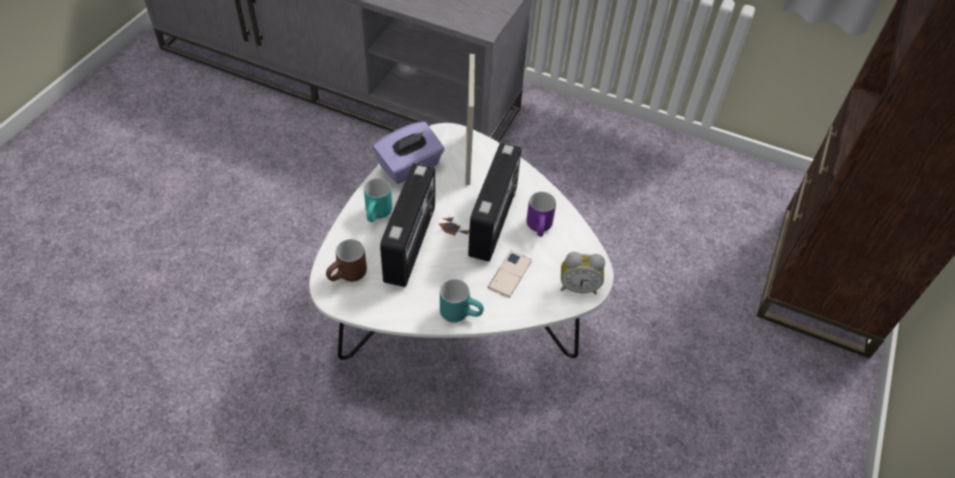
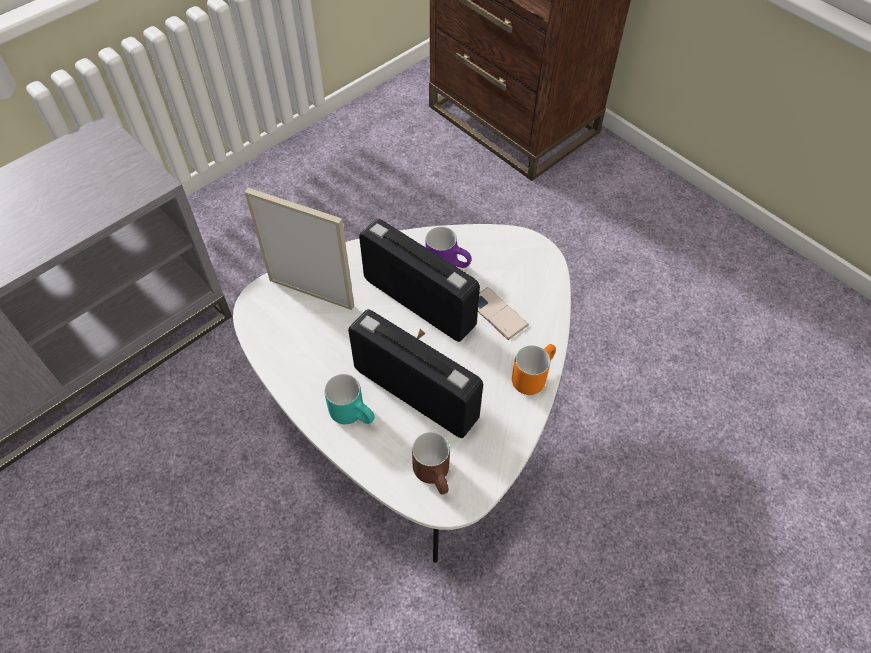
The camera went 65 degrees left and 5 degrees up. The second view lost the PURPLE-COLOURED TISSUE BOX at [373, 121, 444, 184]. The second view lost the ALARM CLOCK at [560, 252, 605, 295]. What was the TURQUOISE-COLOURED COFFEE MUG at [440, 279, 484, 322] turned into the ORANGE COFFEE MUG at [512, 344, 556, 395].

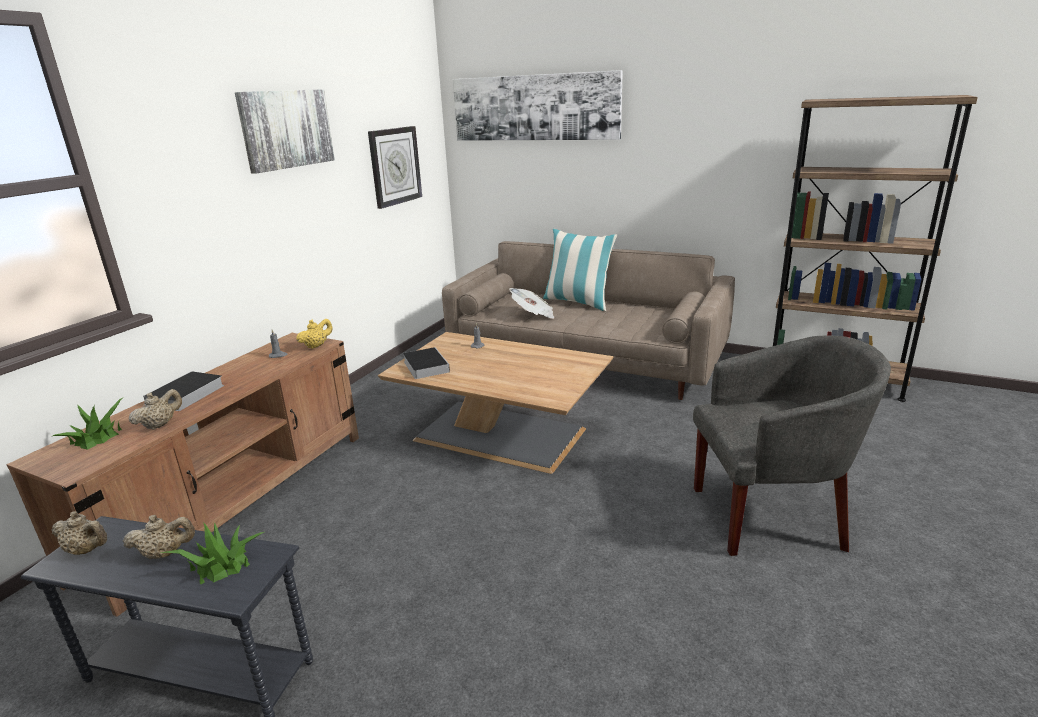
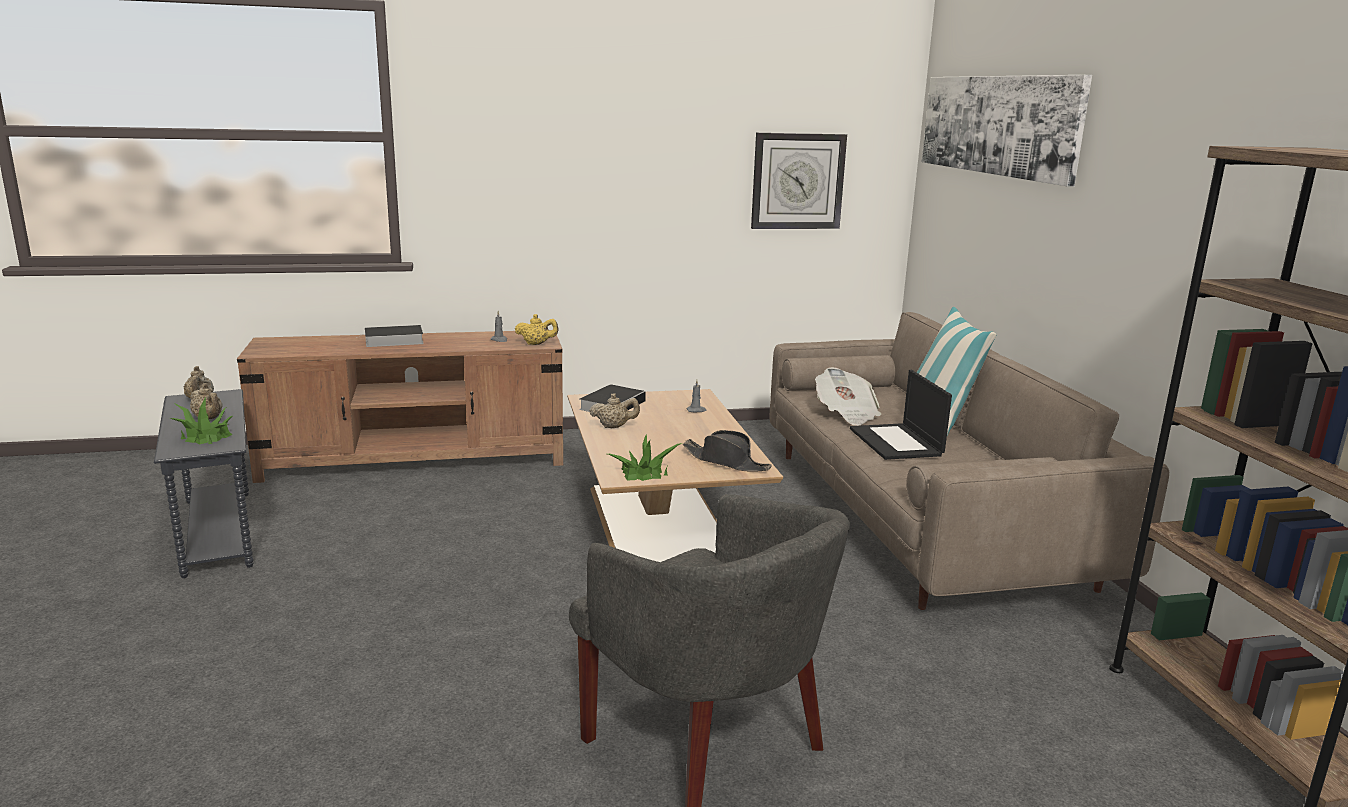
The camera went 50 degrees right and 5 degrees down. The second view lost the WALL PICTURE at [235, 89, 335, 173]. The BEIGE TEAPOT ended up elsewhere, having gone from [129, 389, 182, 430] to [589, 393, 640, 428]. The PLANT IN A POT ended up elsewhere, having gone from [51, 398, 122, 450] to [608, 434, 682, 481]. The second view gained the NOTEBOOK COMPUTER at [850, 370, 952, 460]. The second view gained the BLACK HAT at [683, 430, 772, 472].

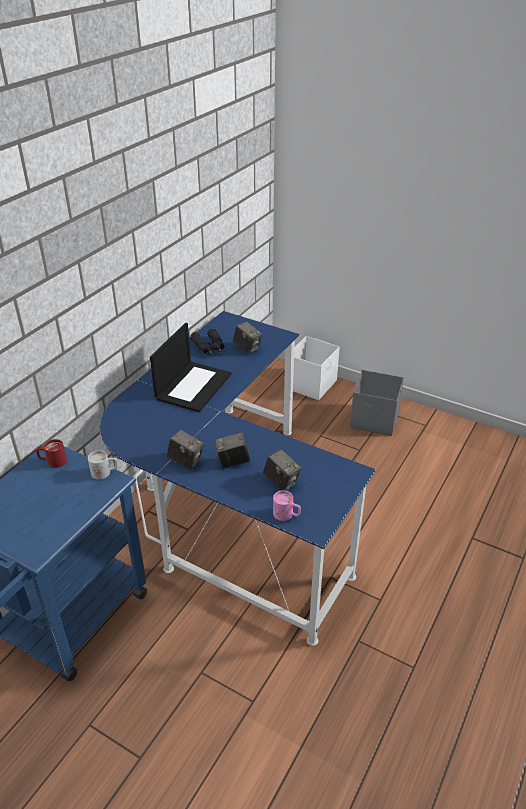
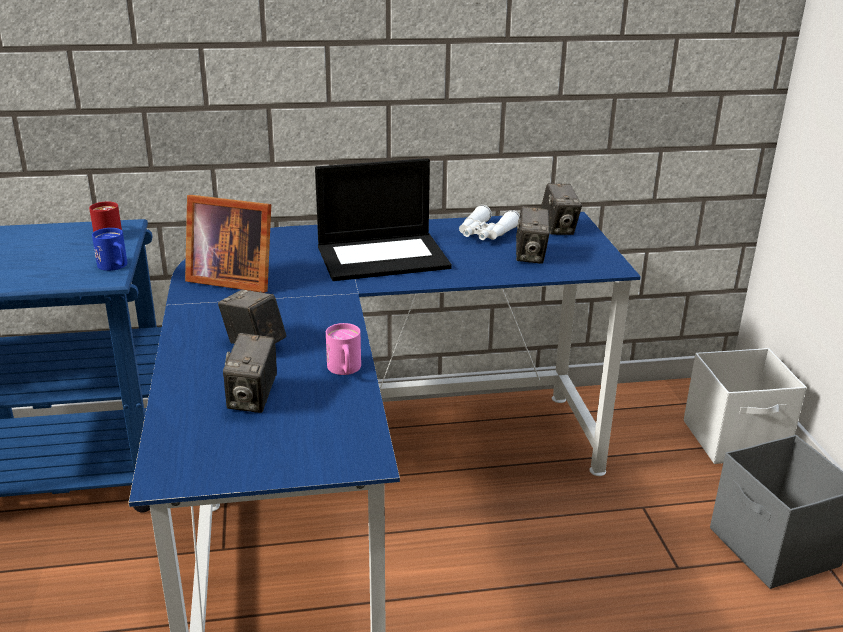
The camera went 50 degrees right and 10 degrees down. What was the BLACK PAIR OF BINOCULARS at [190, 328, 225, 354] turned into the WHITE-COLOURED PAIR OF BINOCULARS at [459, 205, 520, 240]. The PHOTO CAMERA ended up elsewhere, having gone from [167, 430, 204, 470] to [541, 183, 582, 235]. What was the WHITE-COLOURED COFFEE MUG at [88, 450, 118, 480] turned into the BLUE-COLOURED COFFEE MUG at [92, 228, 127, 271]. The PINK-COLOURED COFFEE MUG ended up elsewhere, having gone from [273, 490, 301, 521] to [326, 323, 361, 375]. The second view gained the PHOTO FRAME at [185, 195, 271, 293].

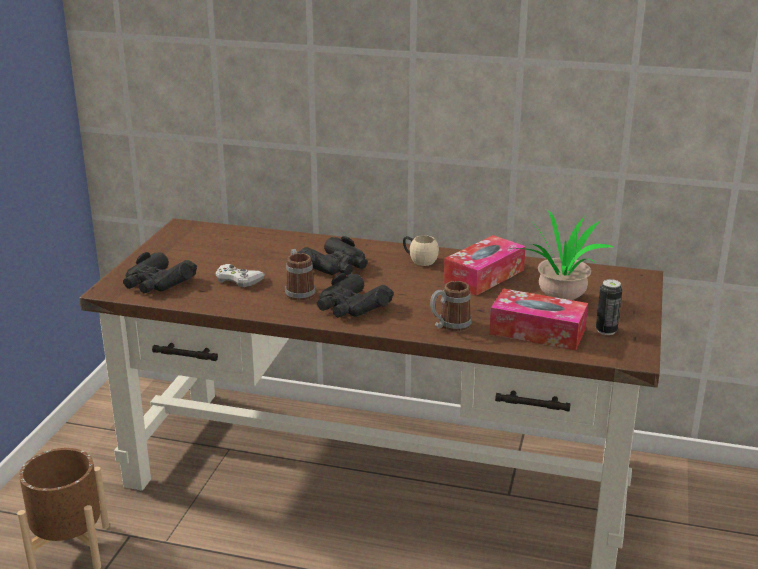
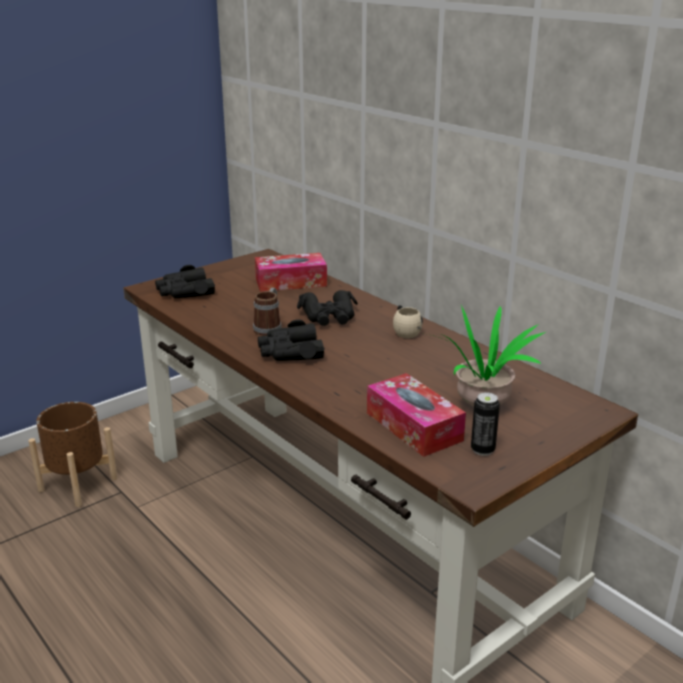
The camera went 35 degrees right and 0 degrees up. The TISSUE BOX ended up elsewhere, having gone from [444, 235, 526, 296] to [255, 253, 327, 292]. The second view lost the WHITE-COLOURED GAMEPAD at [216, 264, 265, 287]. The second view lost the COFFEE MUG at [430, 281, 472, 332].

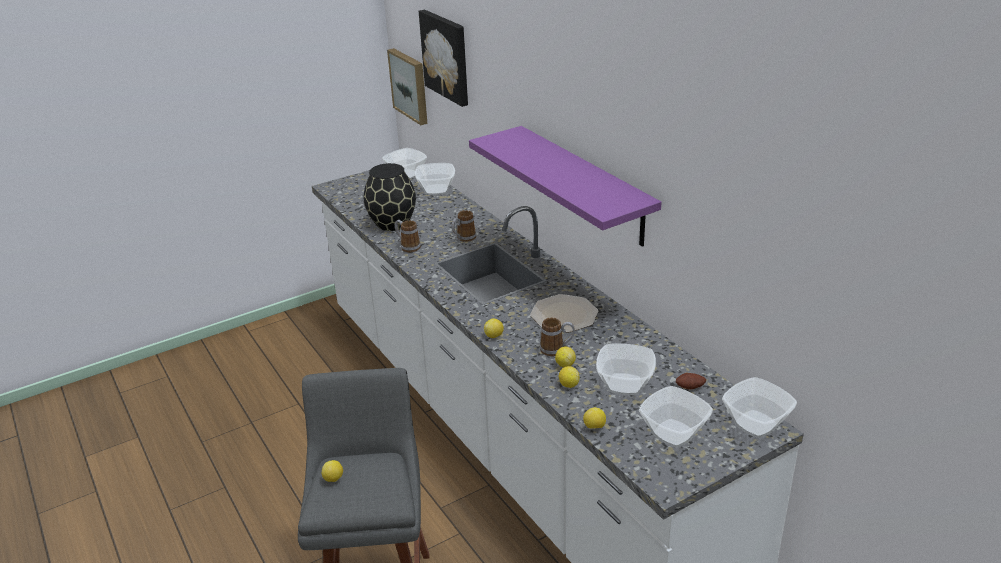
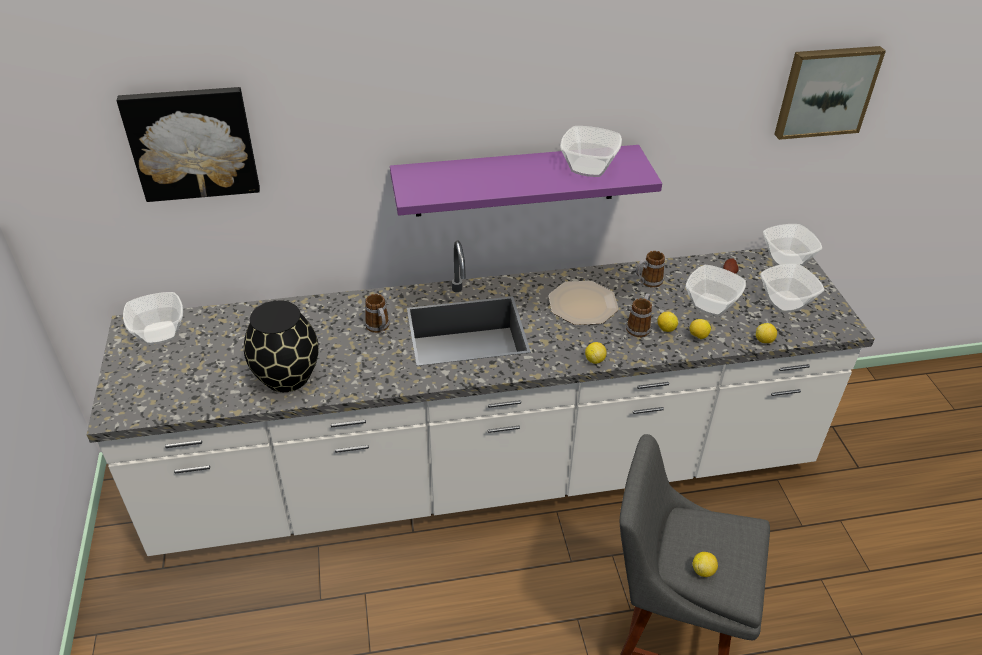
The camera went 70 degrees left and 10 degrees up. The WALL PICTURE ended up elsewhere, having gone from [387, 48, 427, 125] to [774, 46, 886, 140]. The DEEP DISH ended up elsewhere, having gone from [415, 163, 455, 195] to [560, 126, 622, 177]. The COFFEE MUG ended up elsewhere, having gone from [395, 220, 421, 252] to [636, 251, 665, 288].

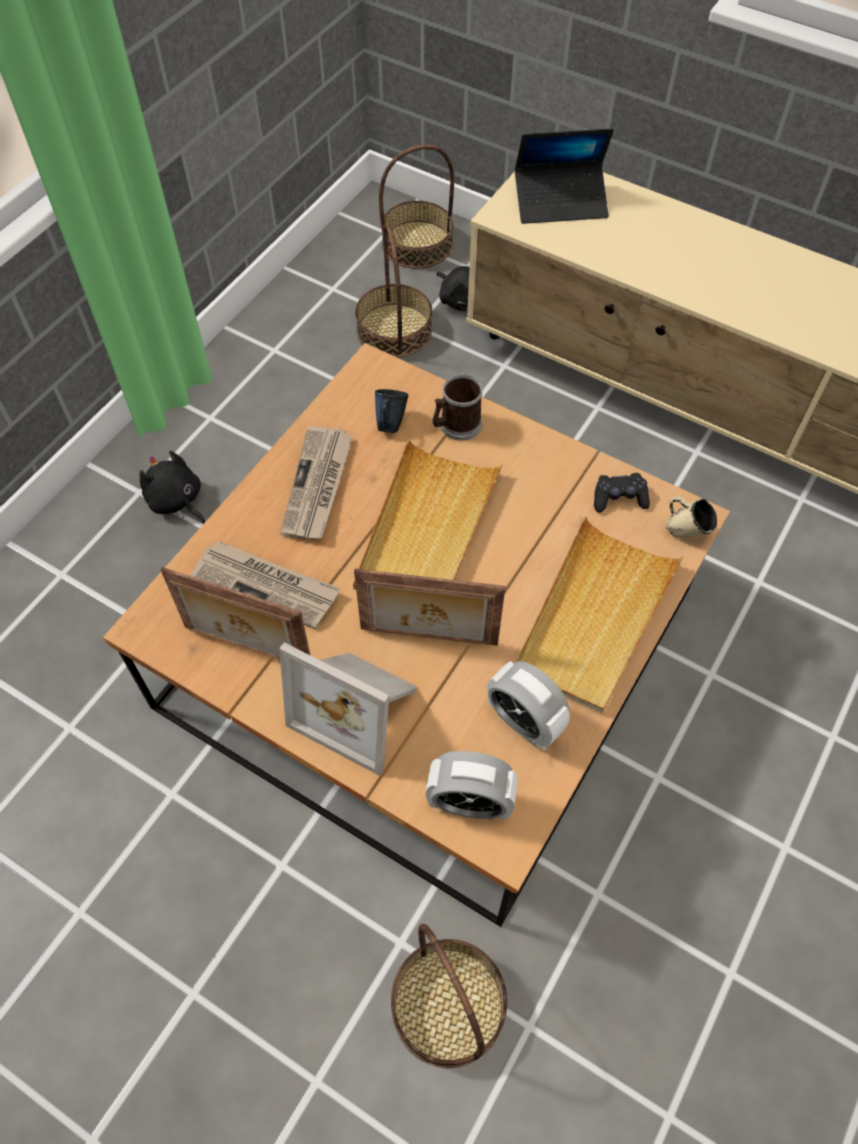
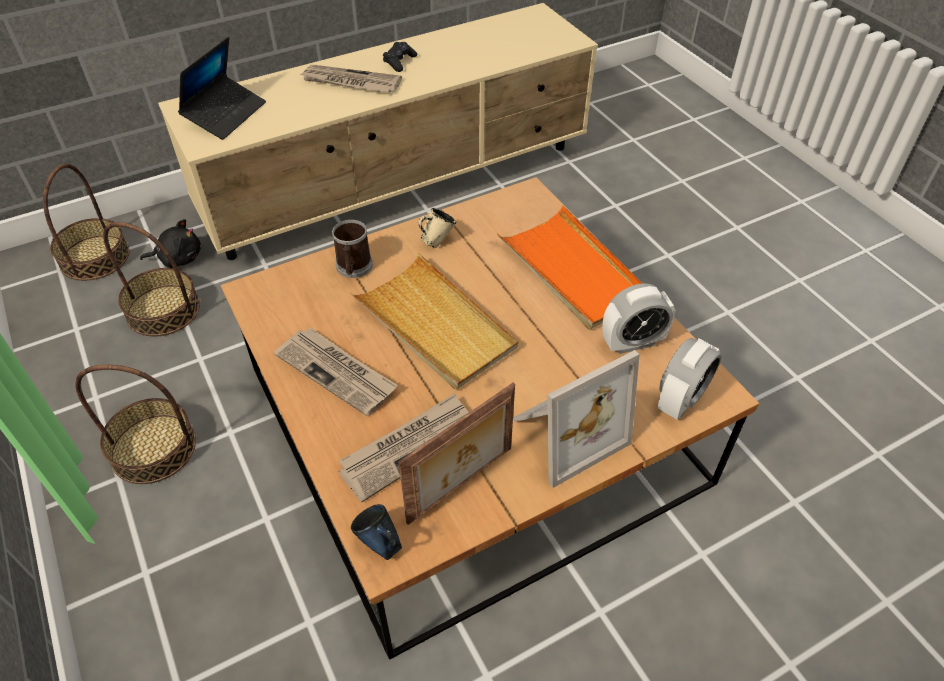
The camera went 60 degrees left and 10 degrees down. The BLUE-COLOURED COFFEE MUG ended up elsewhere, having gone from [375, 389, 408, 433] to [351, 504, 402, 560]. The second view lost the BLACK SOFT TOY at [140, 451, 205, 524]. The BLACK GAMEPAD ended up elsewhere, having gone from [594, 473, 650, 513] to [383, 42, 417, 72]. The BEIGE COFFEE MUG ended up elsewhere, having gone from [665, 496, 717, 538] to [418, 208, 456, 248]. What was the BEIGE SERVING TRAY at [516, 516, 683, 713] turned into the ORANGE SERVING TRAY at [497, 206, 642, 330]. The second view lost the PHOTO FRAME at [354, 569, 505, 646]. The HOUSEHOLD BASKET ended up elsewhere, having gone from [391, 924, 507, 1068] to [75, 364, 196, 484]. The second view gained the DAILY PAPER at [300, 65, 402, 93].

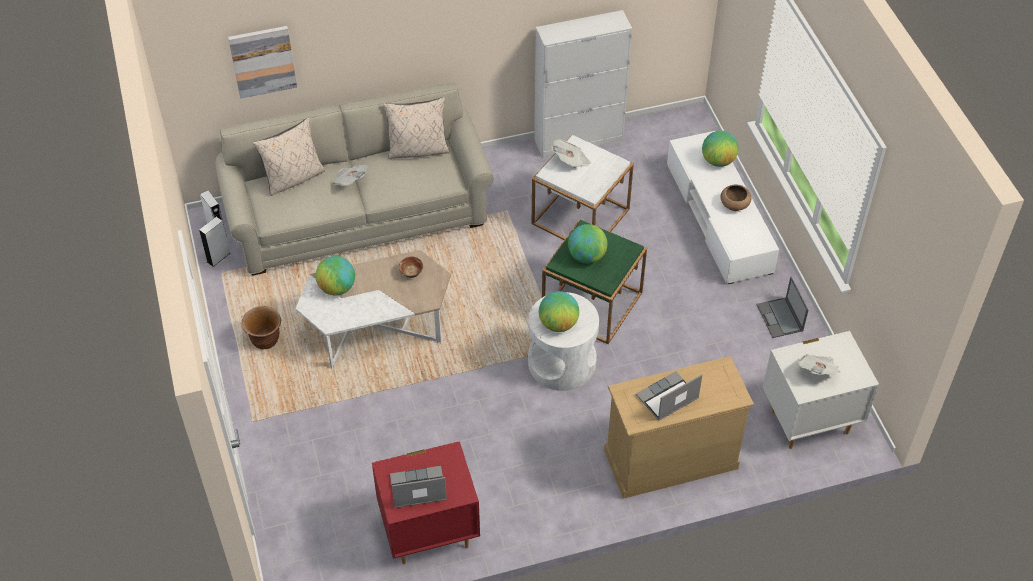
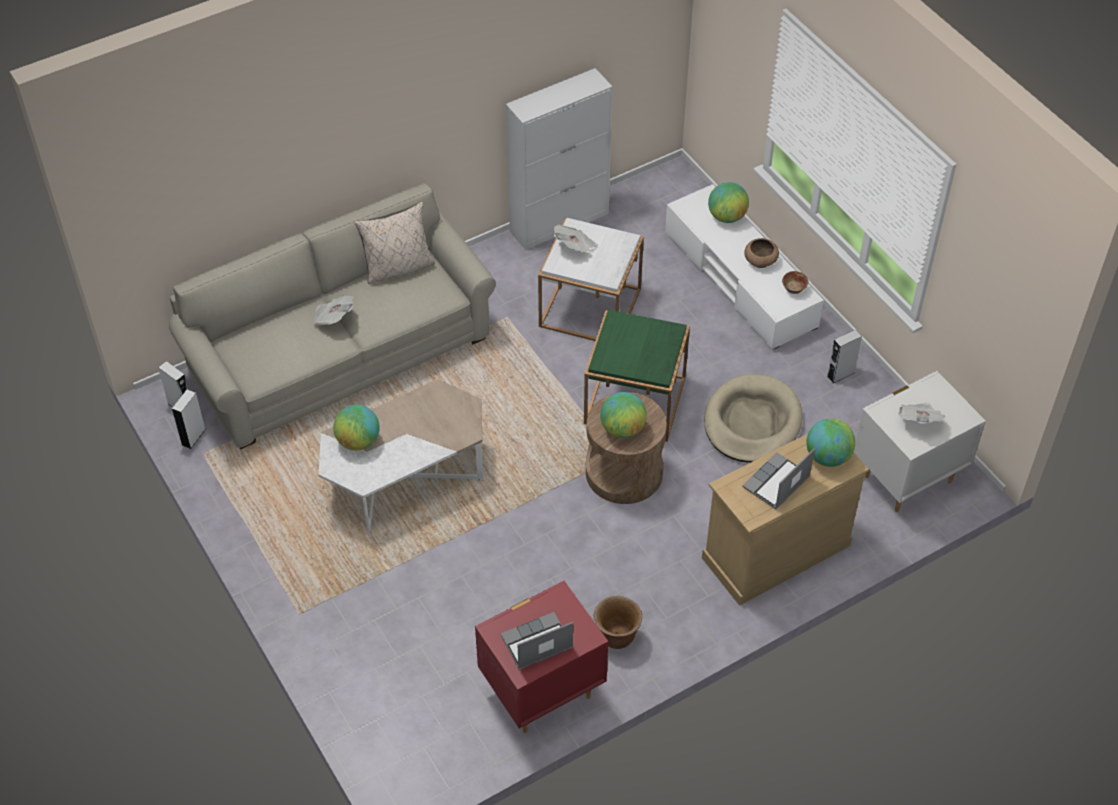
The camera went 15 degrees left and 0 degrees up. The second view lost the WALL PICTURE at [228, 26, 297, 98]. The second view lost the BEIGE PILLOW at [253, 118, 325, 196]. The GLOBE ended up elsewhere, having gone from [568, 224, 607, 264] to [806, 418, 855, 467]. The DEEP DISH ended up elsewhere, having gone from [399, 256, 423, 278] to [782, 271, 808, 294]. Where the NOTEBOOK COMPUTER stood at [756, 277, 808, 338], the GREY SPEAKER came to stand at [827, 329, 862, 383]. What was the WHITE-COLOURED ACCENT TABLE at [528, 292, 599, 391] turned into the BROWN ACCENT TABLE at [586, 392, 667, 504]. The BROWN FLOWER POT ended up elsewhere, having gone from [241, 306, 281, 349] to [594, 596, 642, 649]. The second view gained the BEIGE DOG CUSHION at [704, 374, 803, 463].

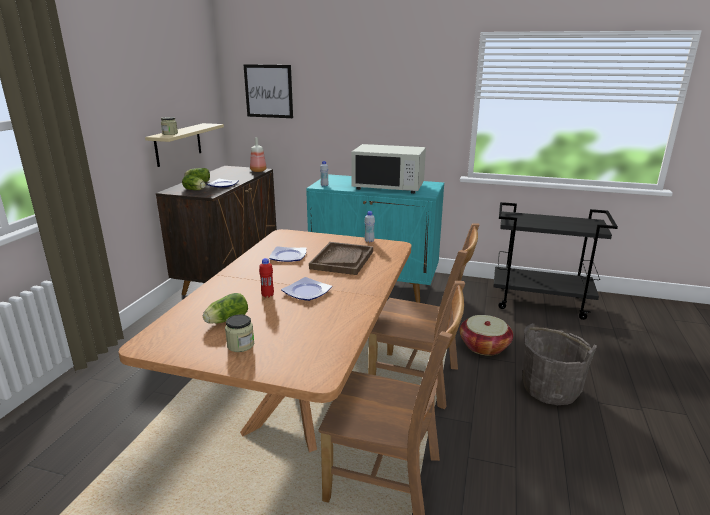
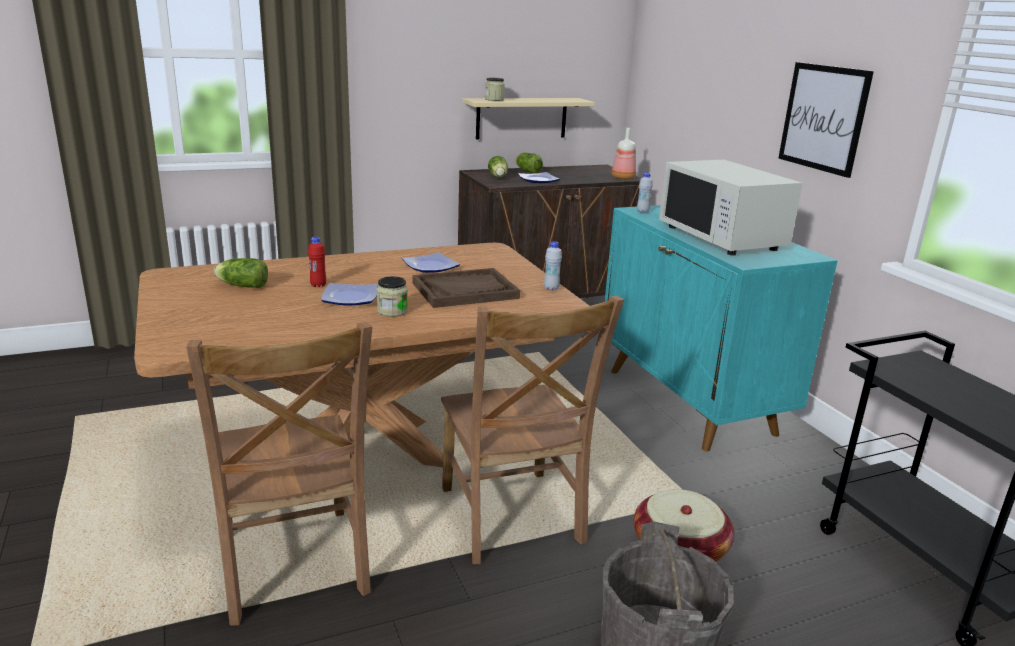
The camera went 50 degrees right and 0 degrees up. The WALL PICTURE ended up elsewhere, having gone from [243, 64, 293, 118] to [778, 62, 874, 178]. The PRESERVE JAR ended up elsewhere, having gone from [225, 314, 254, 352] to [377, 276, 408, 317].

